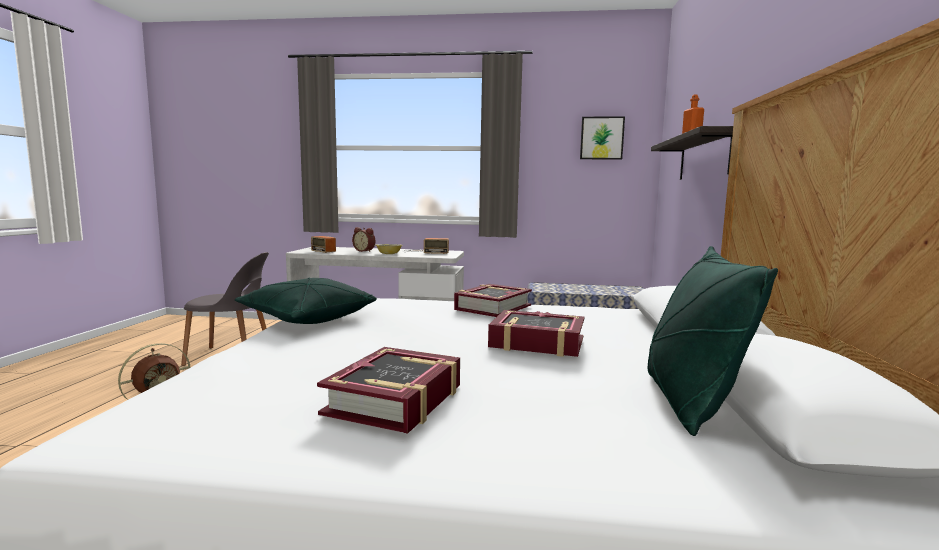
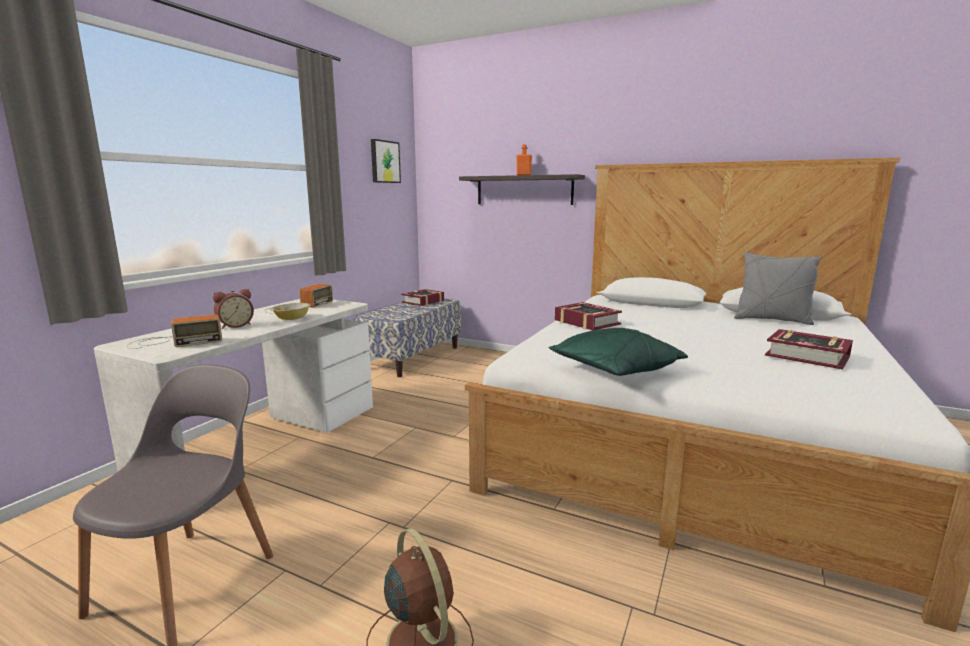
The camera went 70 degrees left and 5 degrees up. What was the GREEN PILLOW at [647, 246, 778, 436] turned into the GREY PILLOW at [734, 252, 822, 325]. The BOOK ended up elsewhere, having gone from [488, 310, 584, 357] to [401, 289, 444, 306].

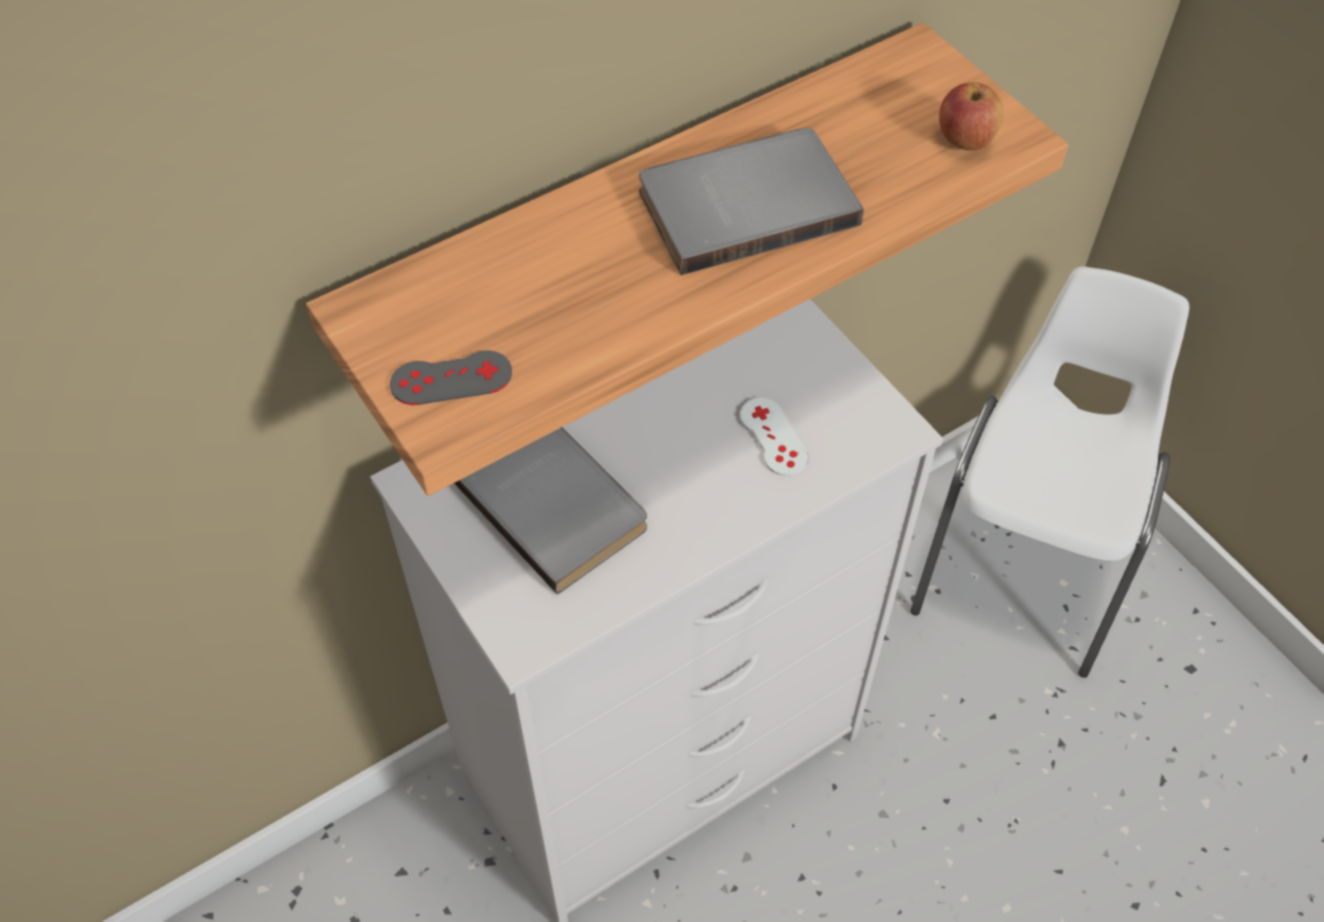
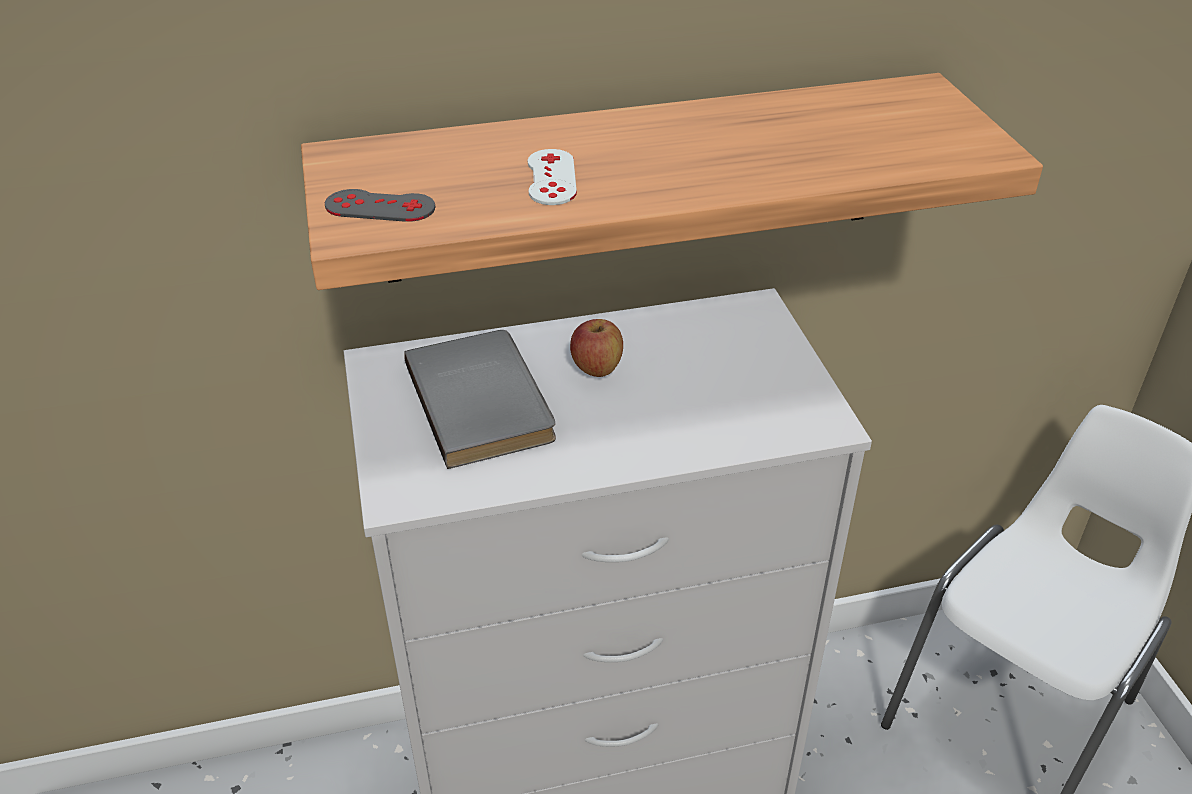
The camera went 20 degrees right and 15 degrees down. The APPLE FRUIT ended up elsewhere, having gone from [939, 82, 1003, 151] to [570, 319, 623, 377]. The second view lost the GREY BOOK at [639, 128, 864, 275]. The WHITE-COLOURED GAMEPAD ended up elsewhere, having gone from [740, 398, 808, 476] to [528, 149, 577, 205].

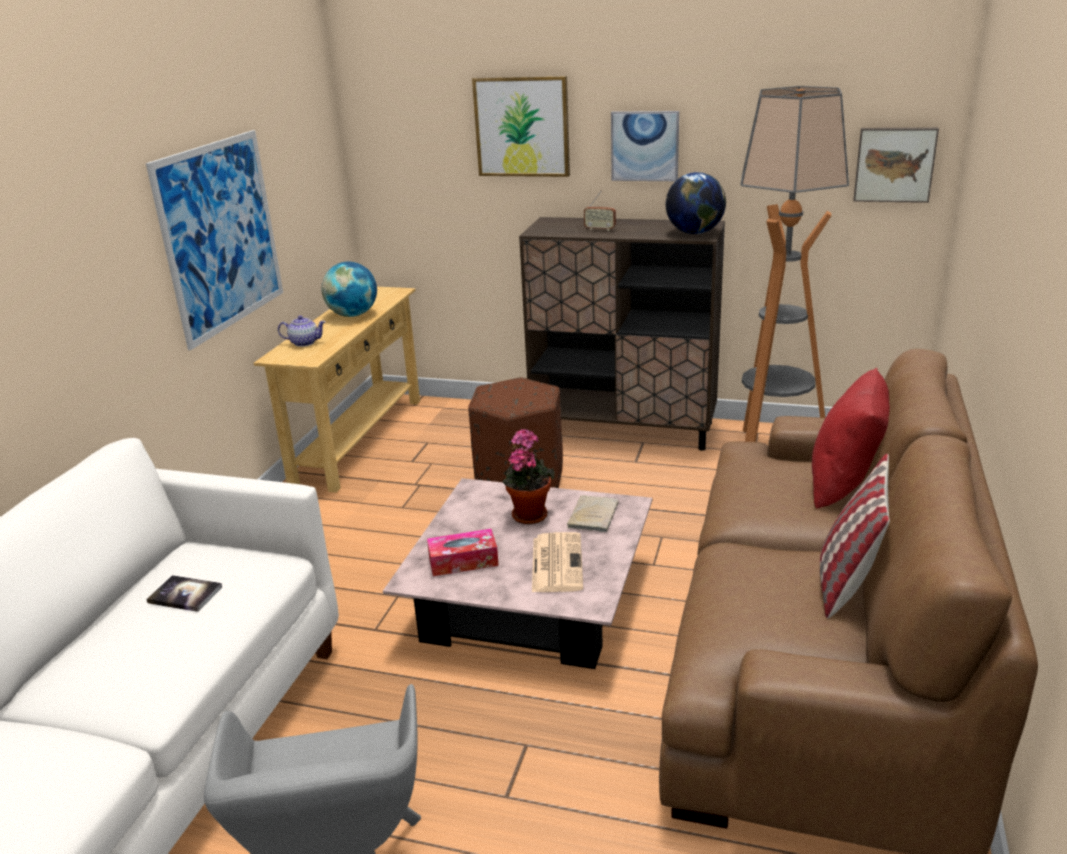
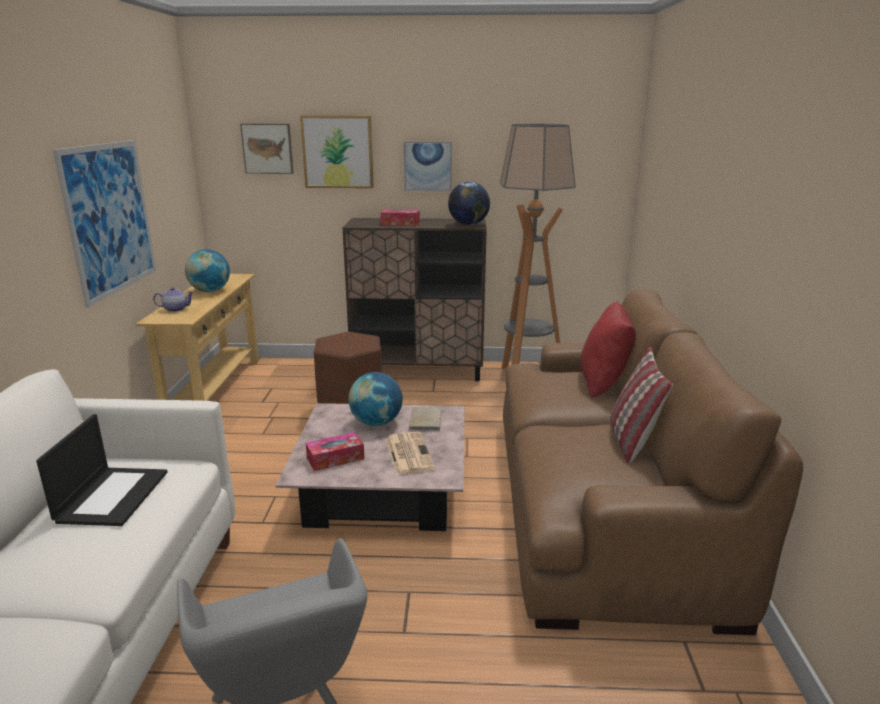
The camera went 15 degrees left and 5 degrees down. The WALL PICTURE ended up elsewhere, having gone from [854, 127, 939, 203] to [240, 124, 294, 174]. Where the RADIO stood at [584, 190, 616, 231], the TISSUE BOX came to stand at [380, 209, 420, 226]. Where the PLANT IN A POT stood at [502, 429, 555, 524], the GLOBE came to stand at [348, 372, 403, 426]. Where the BOOK stood at [147, 575, 222, 612], the NOTEBOOK COMPUTER came to stand at [36, 414, 167, 526].

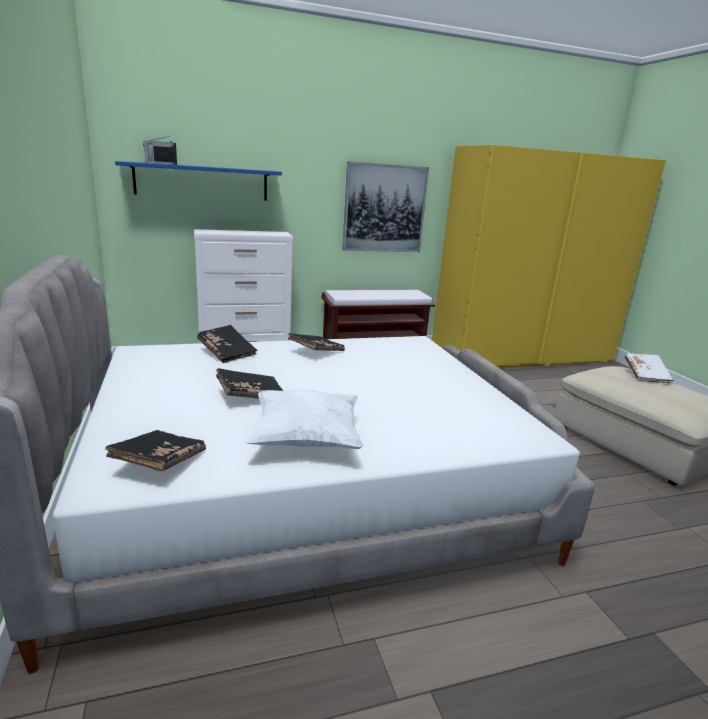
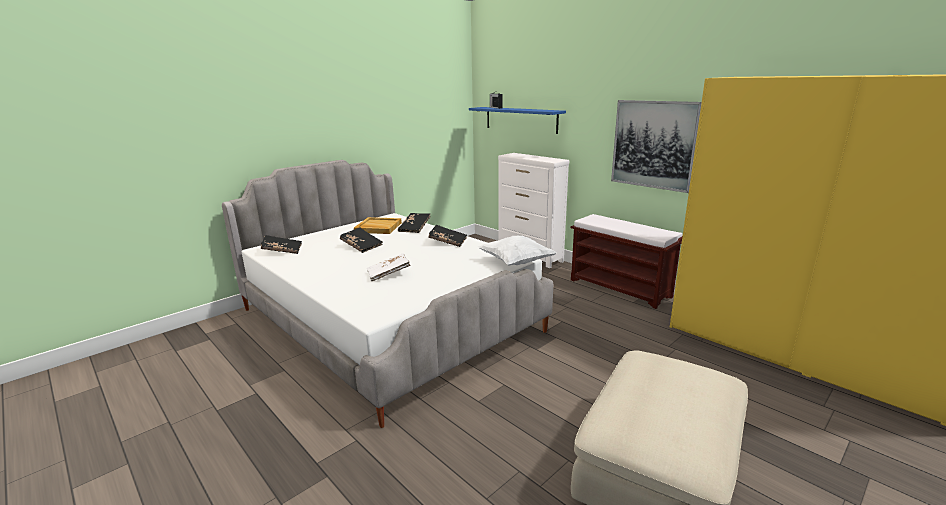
The camera went 65 degrees right and 0 degrees up. The WHITE-COLOURED BOOK ended up elsewhere, having gone from [625, 353, 674, 383] to [367, 254, 410, 281]. The WHITE-COLOURED PILLOW ended up elsewhere, having gone from [244, 389, 364, 449] to [478, 236, 557, 266]. The second view gained the BEIGE SERVING TRAY at [354, 217, 402, 234].

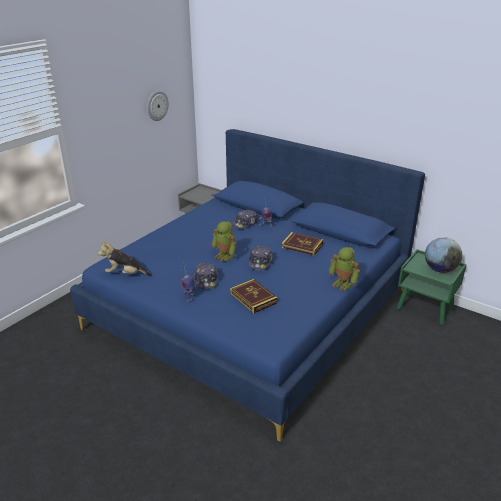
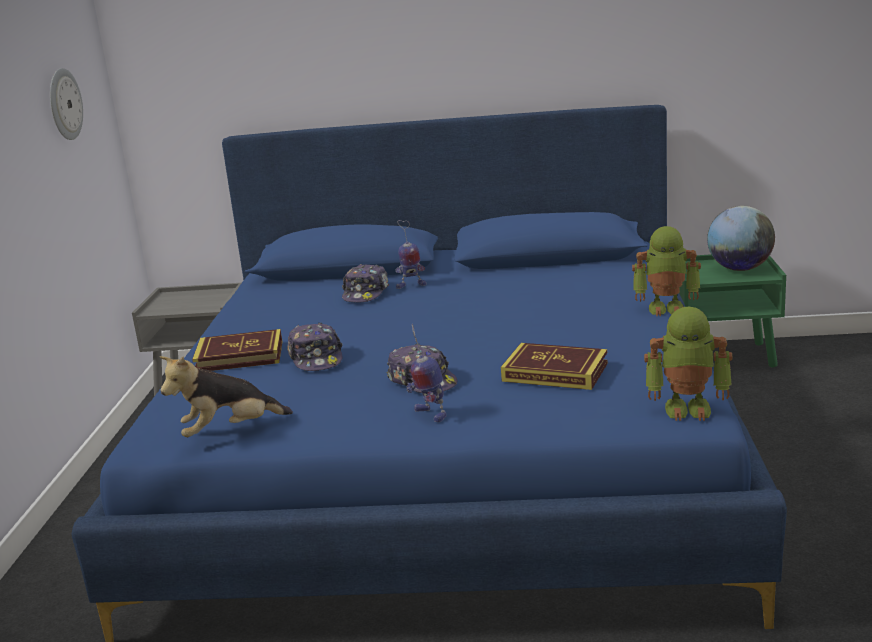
The camera went 30 degrees left and 10 degrees down. The TOY ROBOT ended up elsewhere, having gone from [212, 221, 237, 262] to [644, 307, 732, 421]. The BOOK ended up elsewhere, having gone from [282, 232, 323, 256] to [192, 329, 282, 371]. The BASEBALL CAP ended up elsewhere, having gone from [249, 246, 273, 270] to [287, 323, 343, 371].

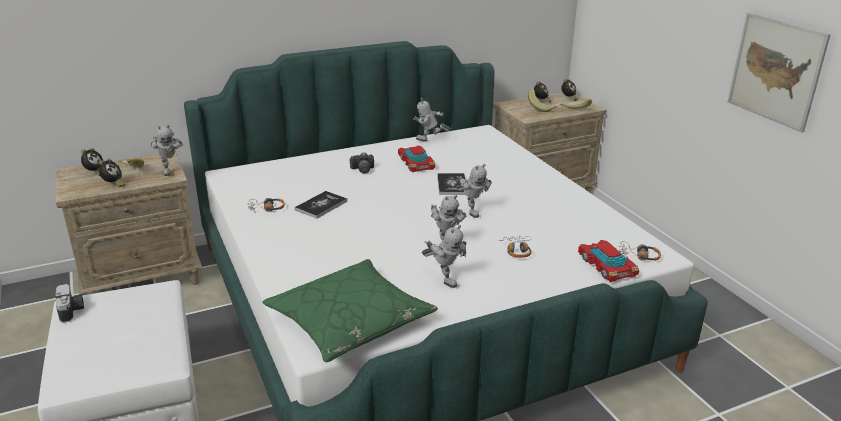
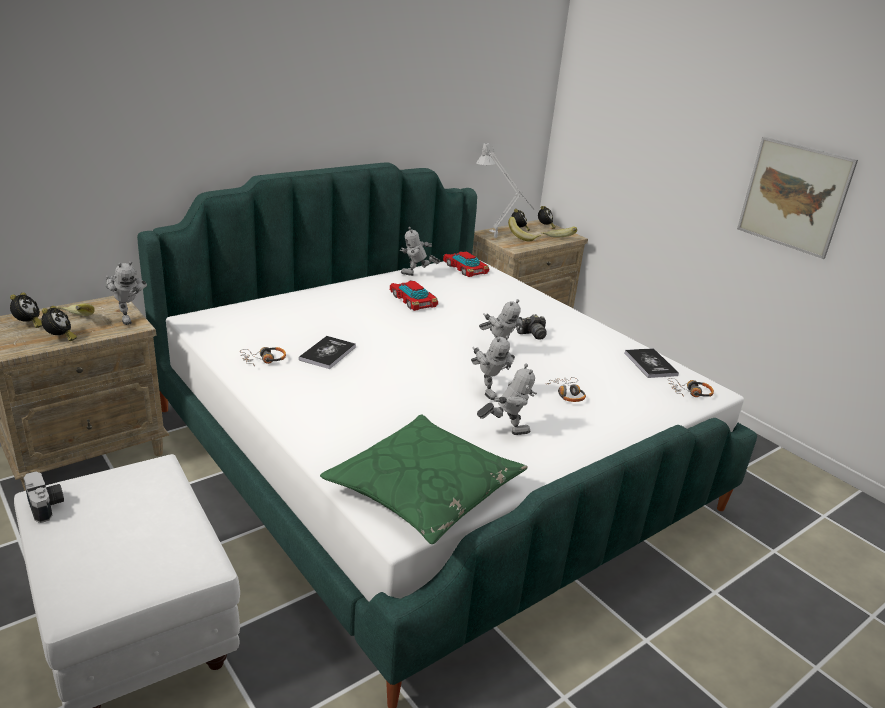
The camera went 15 degrees left and 0 degrees up. The PHOTO CAMERA ended up elsewhere, having gone from [349, 153, 374, 173] to [517, 314, 547, 339]. The BOOK ended up elsewhere, having gone from [437, 173, 465, 195] to [624, 348, 679, 378]. The TOY ROBOT at [422, 225, 466, 288] ended up facing another way, 45 degrees counterclockwise from before. The TOY CAR ended up elsewhere, having gone from [578, 240, 639, 282] to [443, 251, 490, 277]. The second view gained the GREY TABLE LAMP at [476, 142, 534, 238].

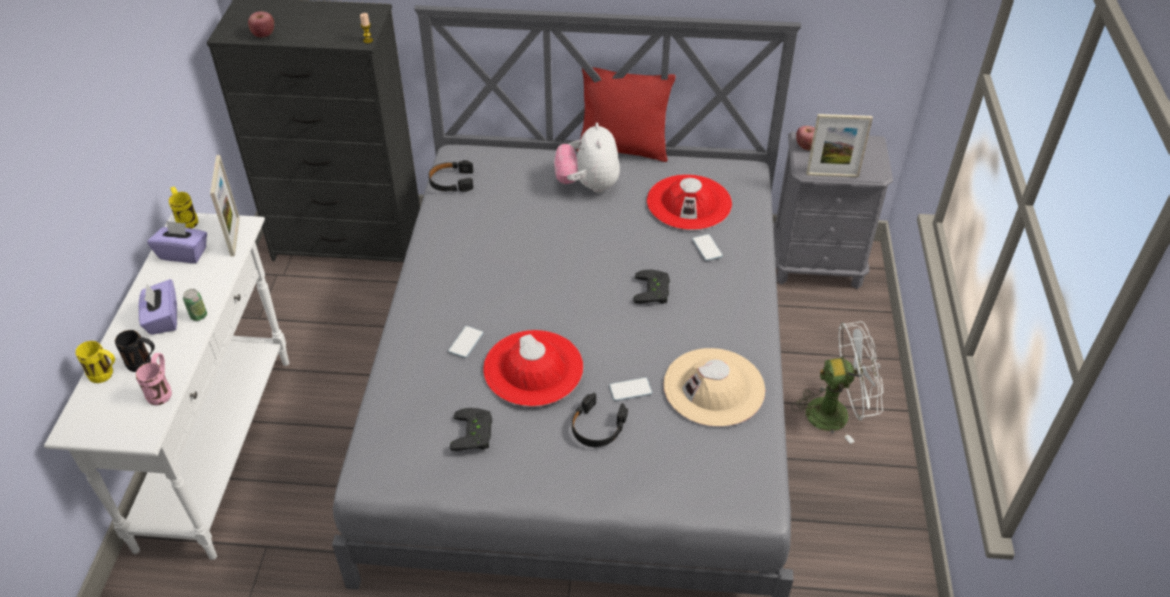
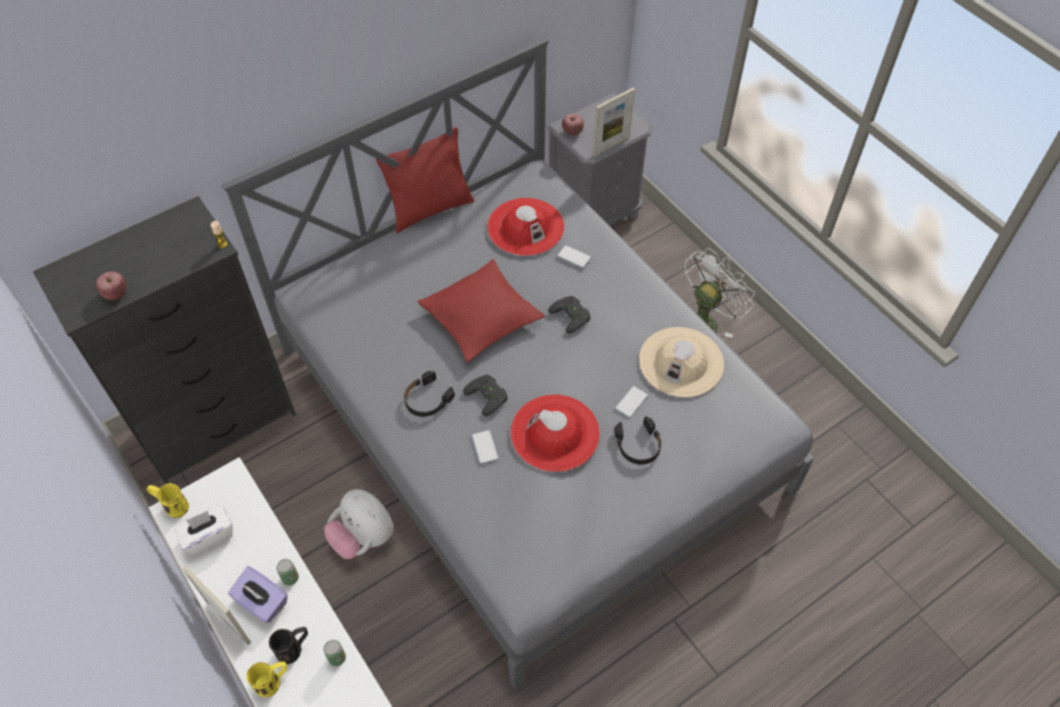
The camera went 40 degrees left and 10 degrees up. The SOFT TOY ended up elsewhere, having gone from [554, 123, 620, 193] to [324, 489, 394, 559]. The PHOTO FRAME ended up elsewhere, having gone from [210, 155, 239, 257] to [182, 566, 251, 645]. The BLACK HEADPHONES ended up elsewhere, having gone from [429, 160, 473, 192] to [404, 371, 455, 417]. What was the PURPLE-COLOURED TISSUE BOX at [148, 220, 207, 263] turned into the WHITE-COLOURED TISSUE BOX at [175, 505, 233, 556]. Where the PINK-COLOURED COFFEE MUG stood at [136, 353, 172, 405], the CAN came to stand at [324, 640, 346, 666]. The BLACK GAMEPAD ended up elsewhere, having gone from [450, 408, 492, 451] to [463, 374, 508, 417]. The second view gained the RED PILLOW at [417, 259, 545, 363].

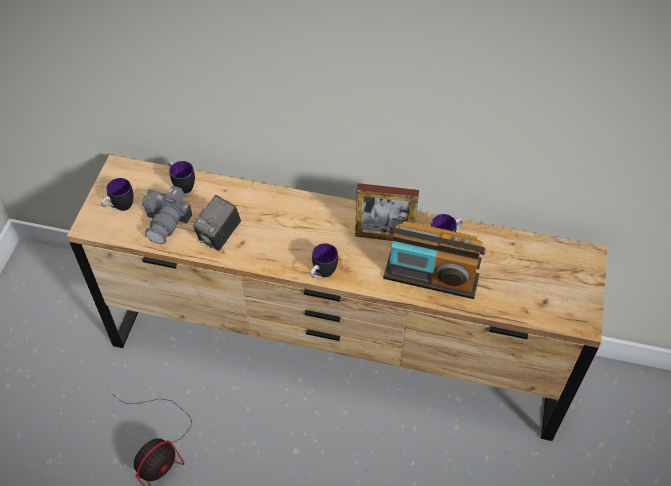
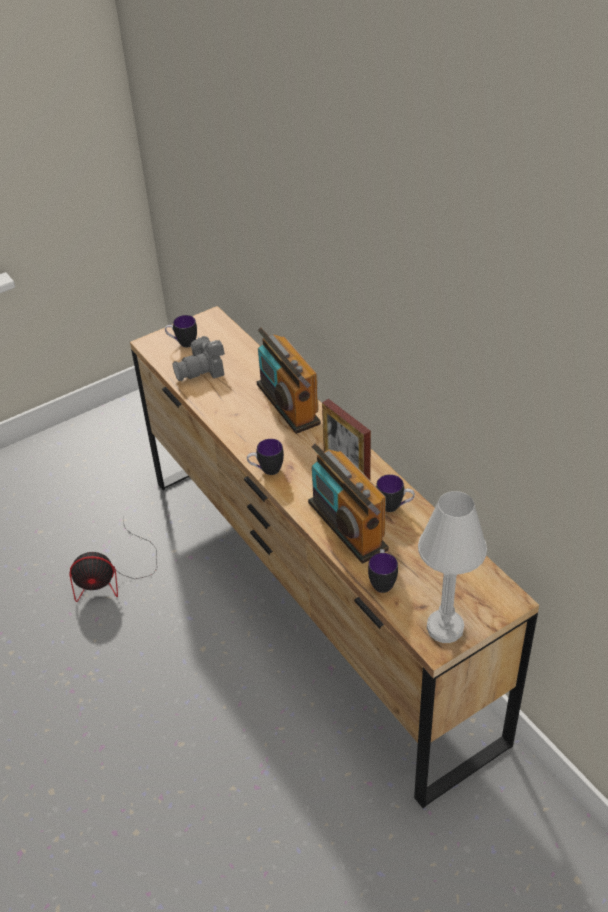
The camera went 45 degrees right and 10 degrees down. The COFFEE MUG ended up elsewhere, having gone from [169, 161, 195, 194] to [368, 549, 398, 593]. The second view lost the PHOTO CAMERA at [193, 195, 241, 251]. The second view gained the RADIO at [257, 327, 321, 434]. The second view gained the WHITE-COLOURED TABLE LAMP at [418, 491, 487, 643].

